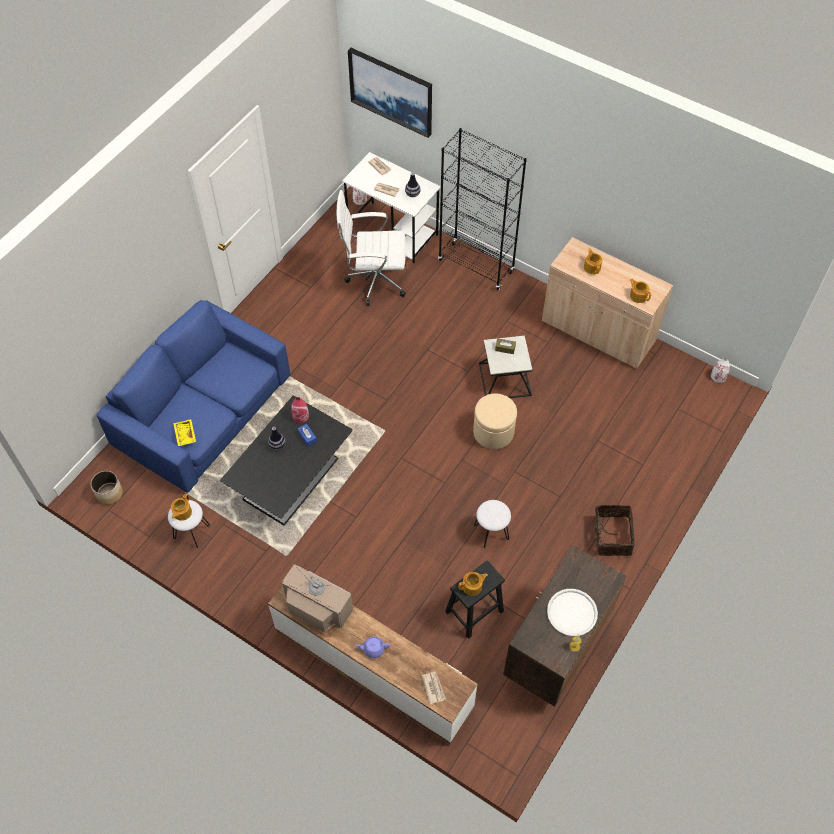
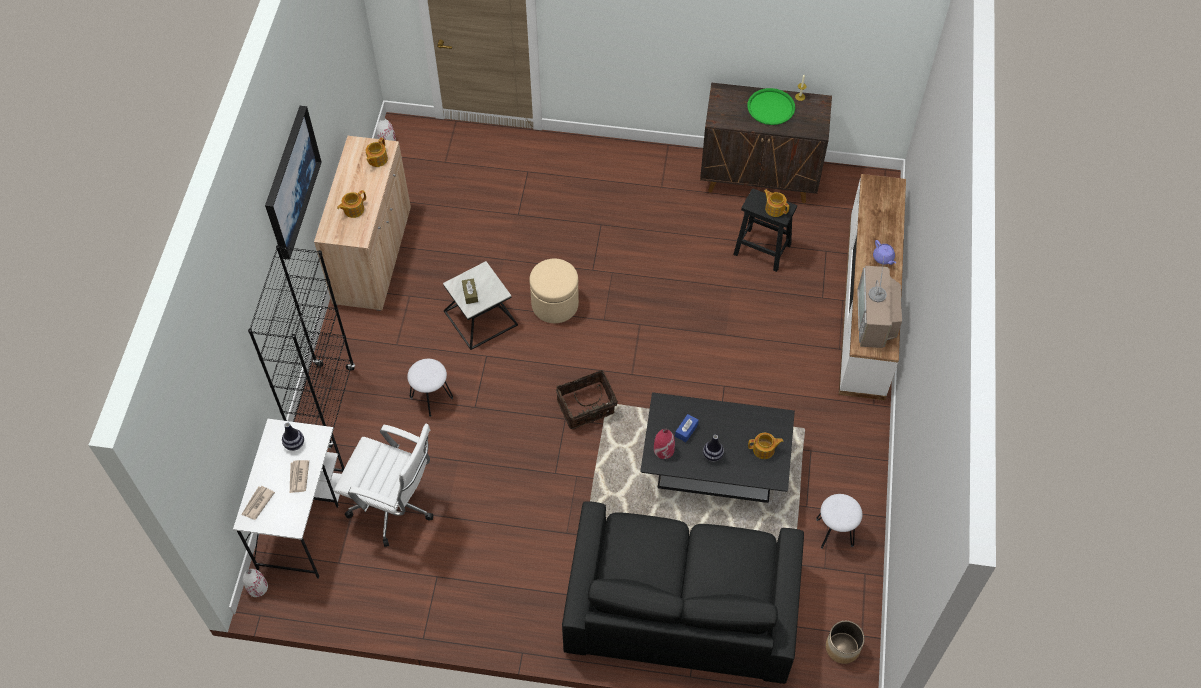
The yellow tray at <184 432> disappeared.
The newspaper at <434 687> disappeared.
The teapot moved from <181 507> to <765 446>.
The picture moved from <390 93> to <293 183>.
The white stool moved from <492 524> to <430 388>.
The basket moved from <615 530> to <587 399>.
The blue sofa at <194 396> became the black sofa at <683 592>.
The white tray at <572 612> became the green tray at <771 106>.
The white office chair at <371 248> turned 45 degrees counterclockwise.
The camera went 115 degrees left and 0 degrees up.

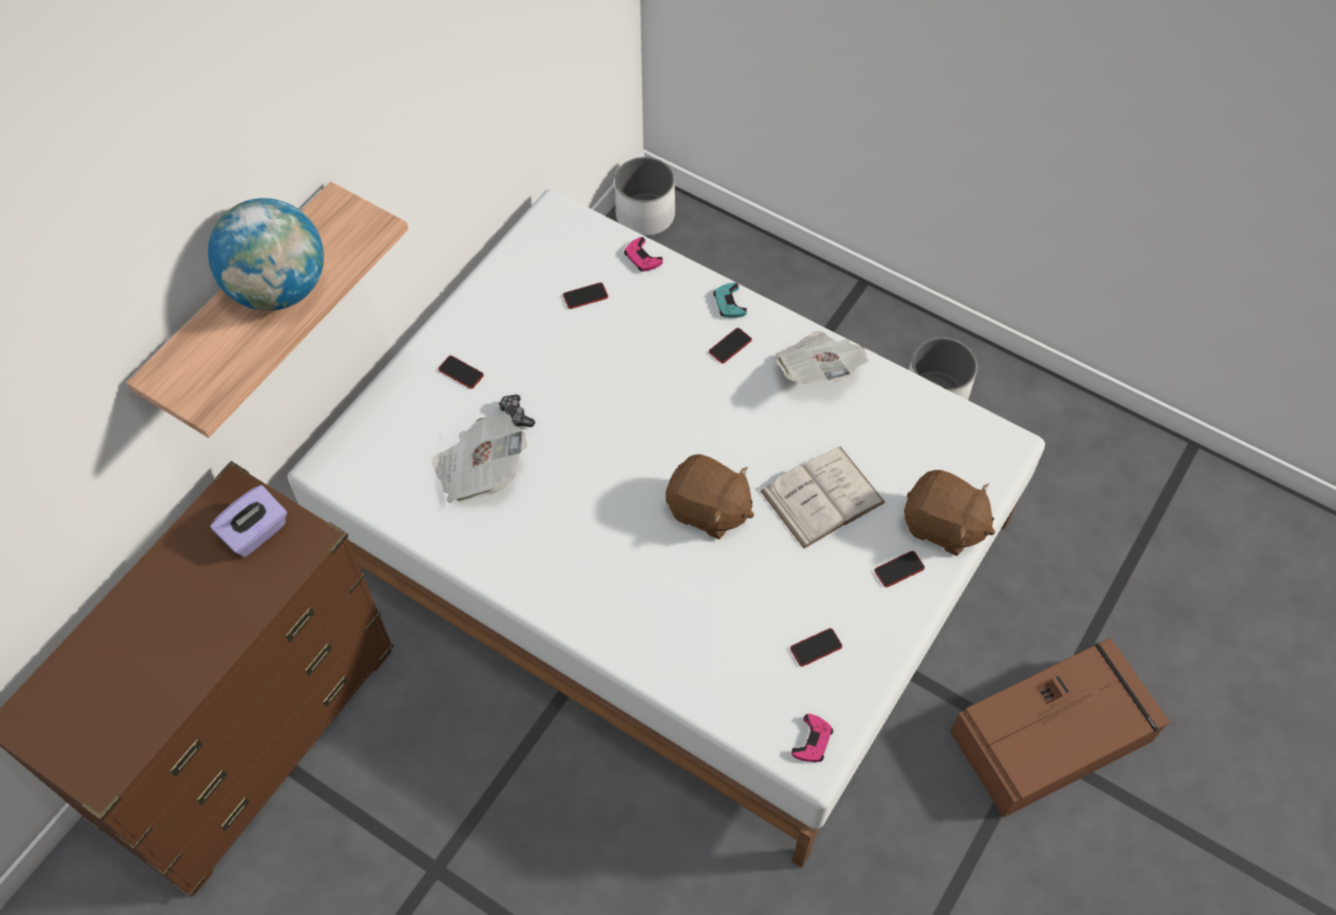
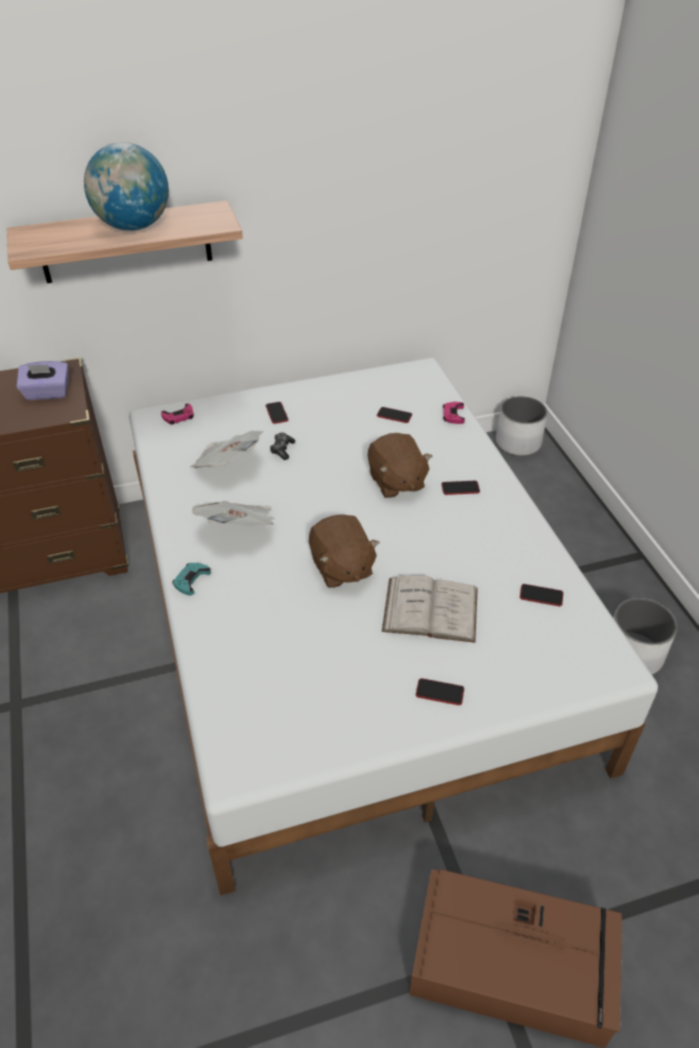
The turquoise game controller moved from <730 300> to <191 579>.
The newspaper moved from <822 357> to <233 514>.
The phone moved from <816 647> to <541 595>.
The pink game controller moved from <812 738> to <177 414>.
The brown plush toy moved from <949 513> to <400 465>.
The camera went 40 degrees right and 15 degrees down.

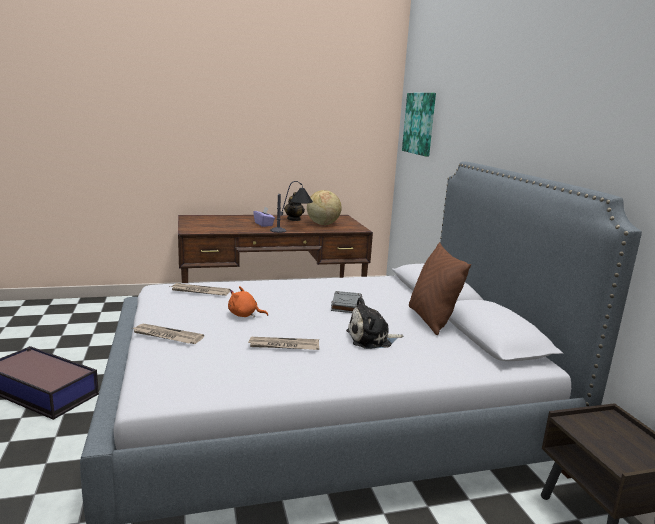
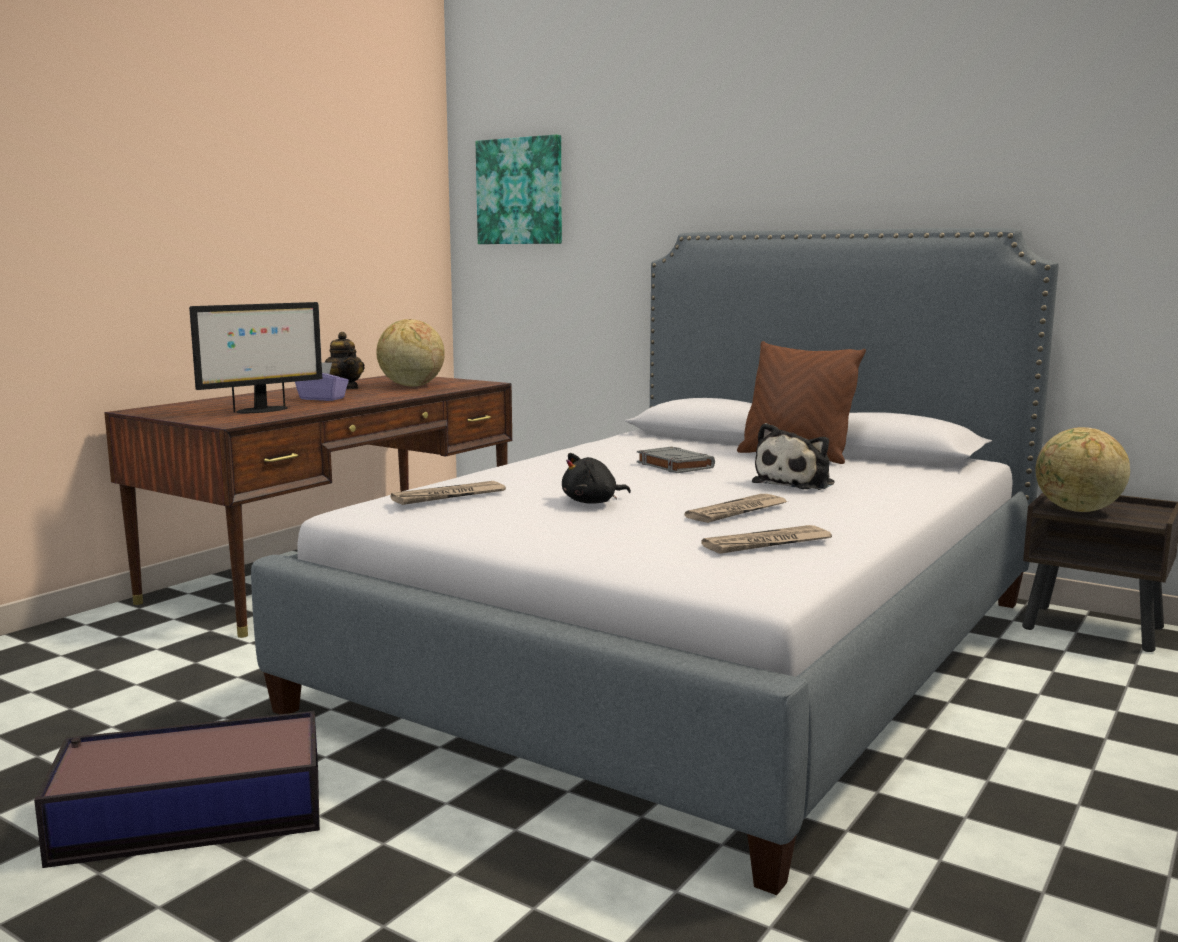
The table lamp at <291 207> disappeared.
The monitor at <255 357> appeared.
The globe at <1082 469> appeared.
The newspaper moved from <168 334> to <766 539>.
The orange plush toy at <248 301> became the black plush toy at <596 478>.
The camera went 40 degrees left and 5 degrees down.

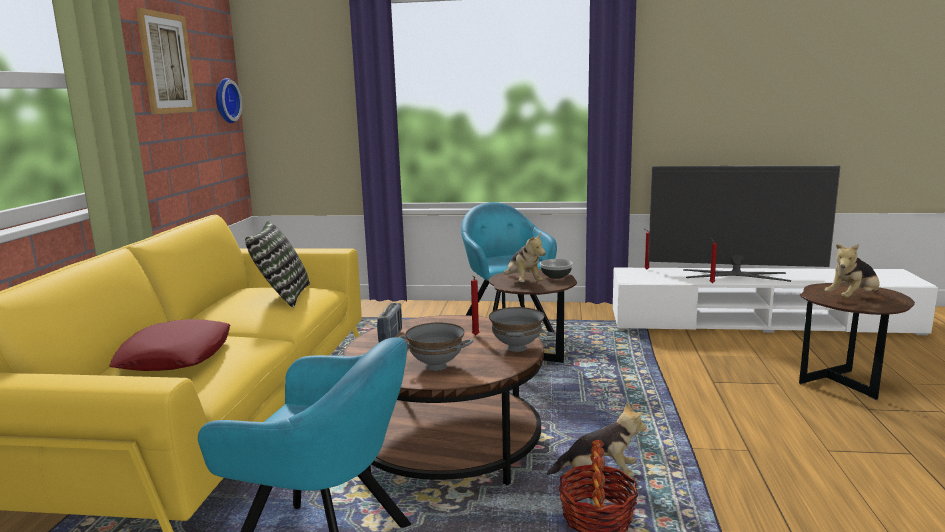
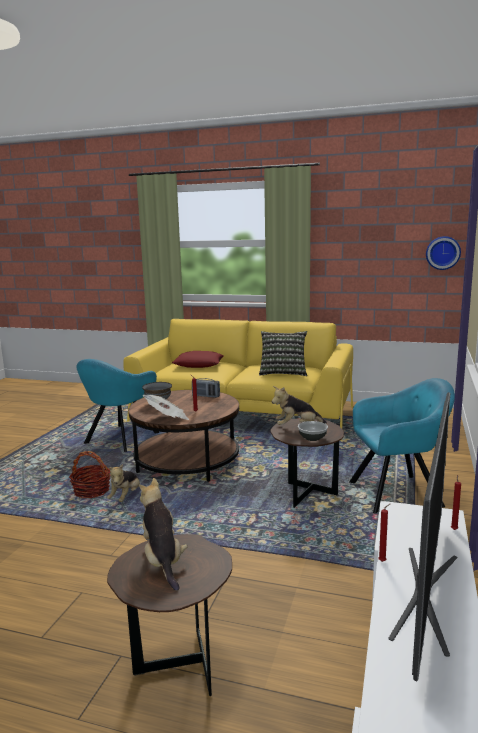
The picture at <166 61> disappeared.
The grey bowl at <516 329> was replaced by the newspaper at <166 407>.
The camera went 100 degrees right and 0 degrees up.

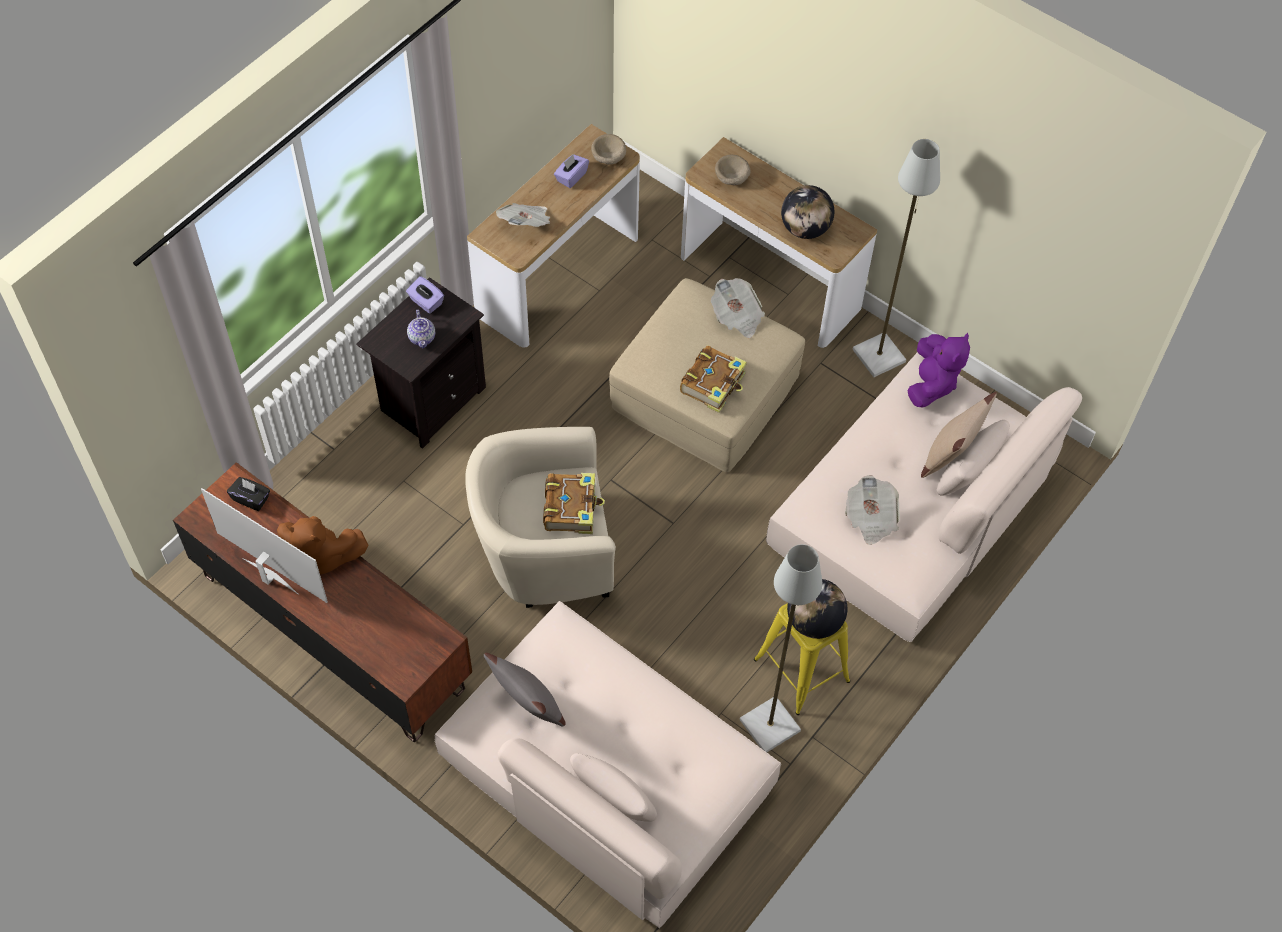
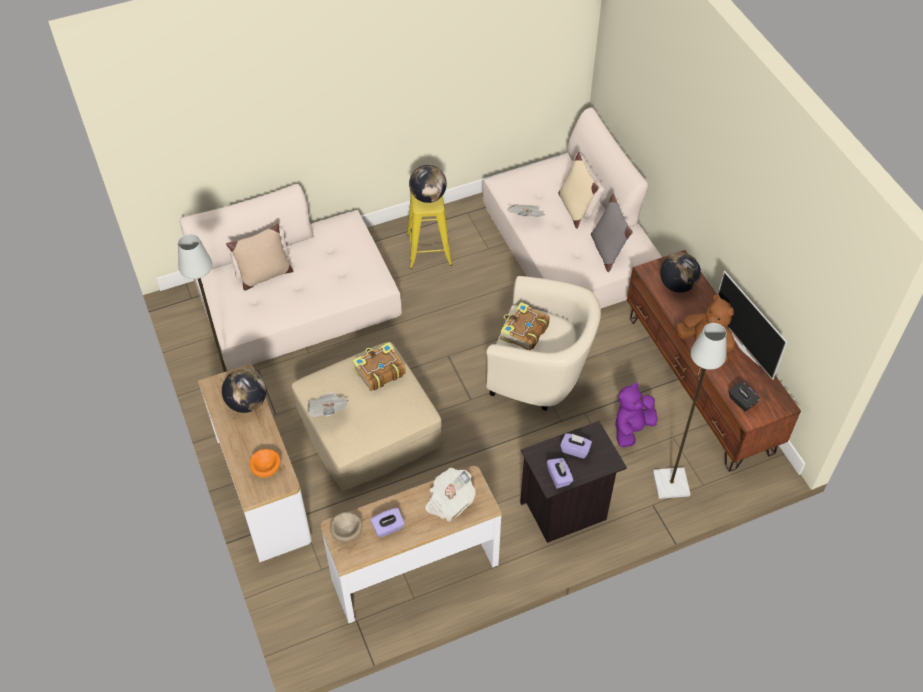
The beige pillow at <578 190> appeared.
The globe at <680 273> appeared.
The grey floor lamp moved from <781 648> to <690 411>.
The newspaper moved from <872 510> to <526 210>.
The purple plush toy moved from <938 370> to <636 415>.
The teapot at <421 329> was replaced by the purple tissue box at <576 446>.
The beige bowl at <733 170> became the orange bowl at <265 463>.
The camera went 150 degrees left and 5 degrees down.

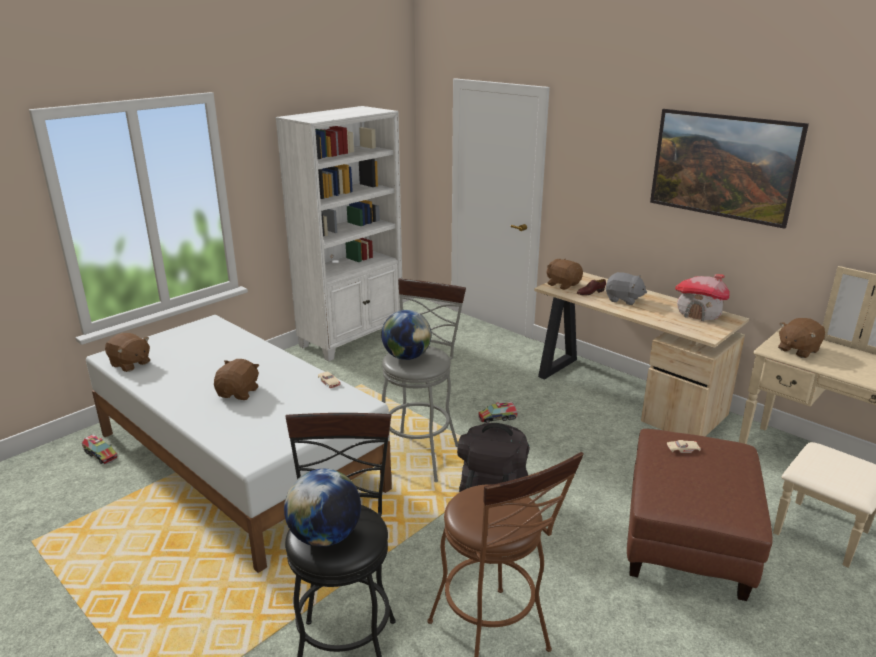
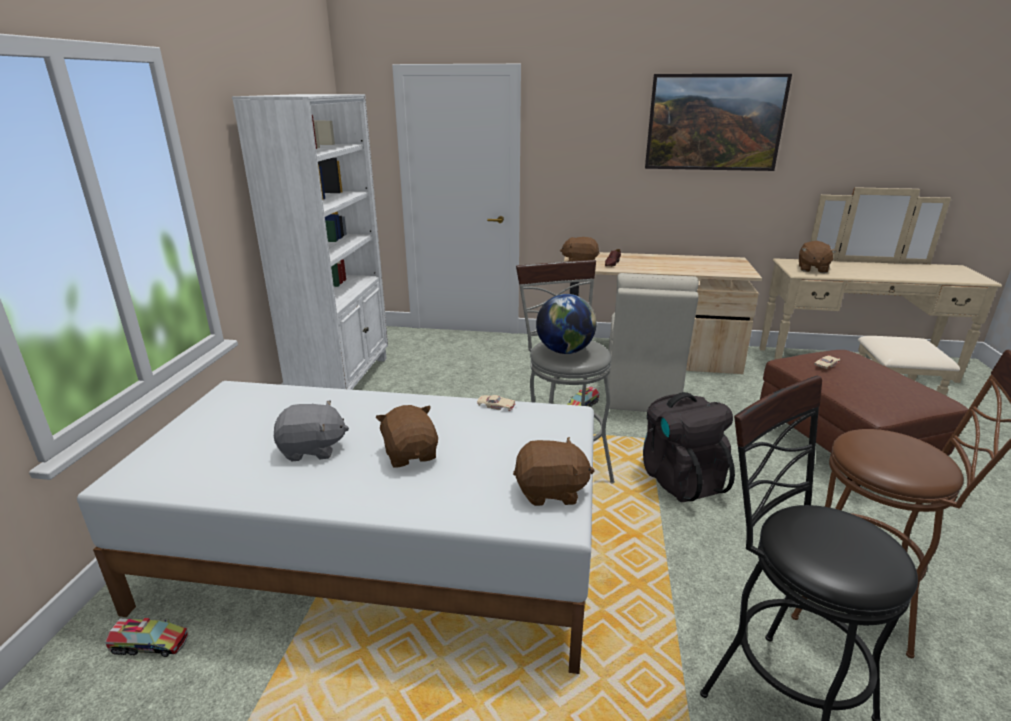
The globe at <322 508> disappeared.
The toy house at <702 297> disappeared.
The beige chair at <653 342> appeared.
The brown plush toy moved from <127 352> to <554 471>.
The grey plush toy moved from <626 288> to <311 430>.
The camera went 35 degrees left and 0 degrees up.

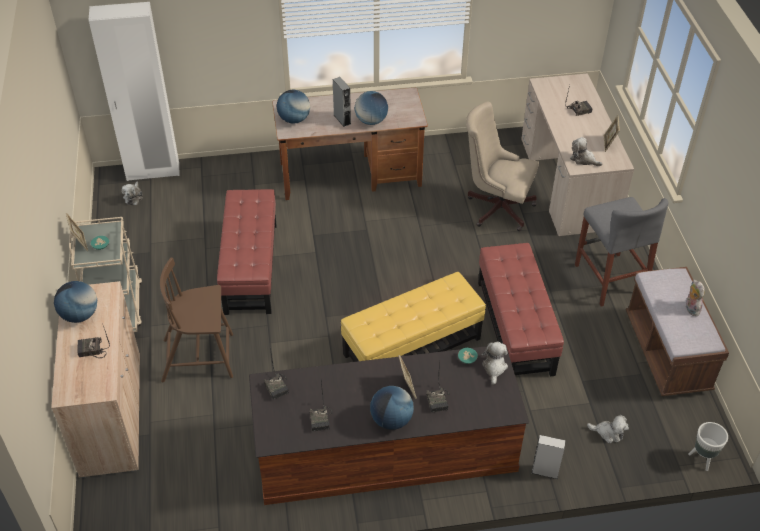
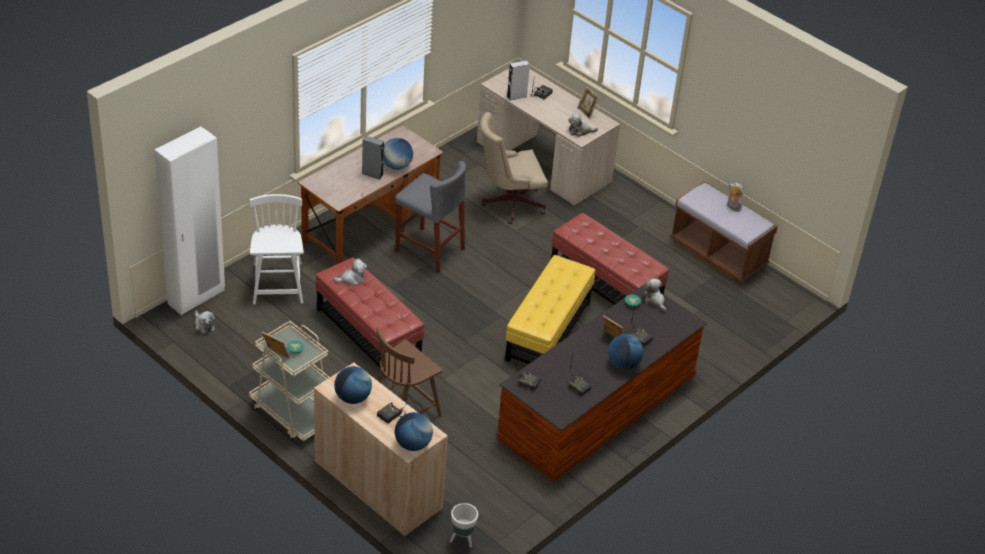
The white chair at <276 249> appeared.
The globe moved from <293 107> to <413 431>.
The grey speaker moved from <548 457> to <518 80>.
The grey stool moved from <622 252> to <430 217>.
The plush toy moved from <608 429> to <350 272>.
The white planter moved from <708 446> to <464 525>.
The camera went 40 degrees left and 5 degrees down.

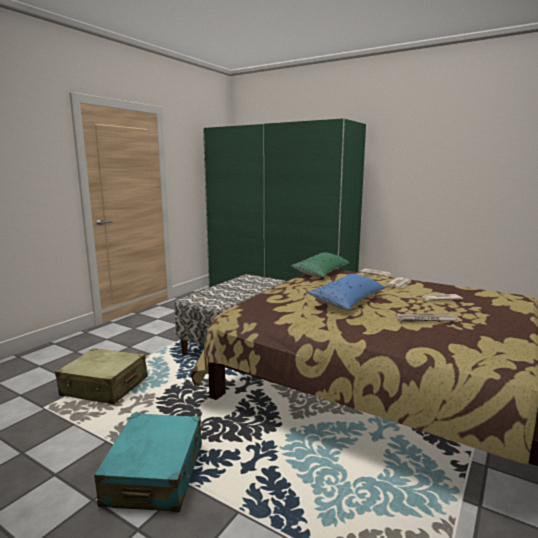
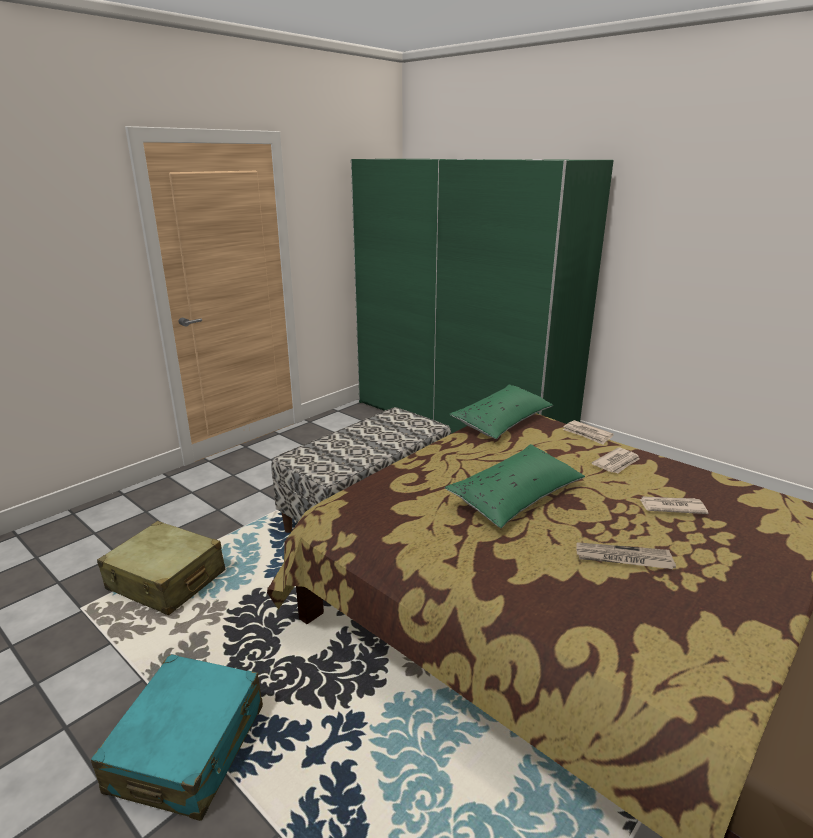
The blue pillow at <346 292> became the green pillow at <515 486>.
The camera went 10 degrees right and 10 degrees up.

